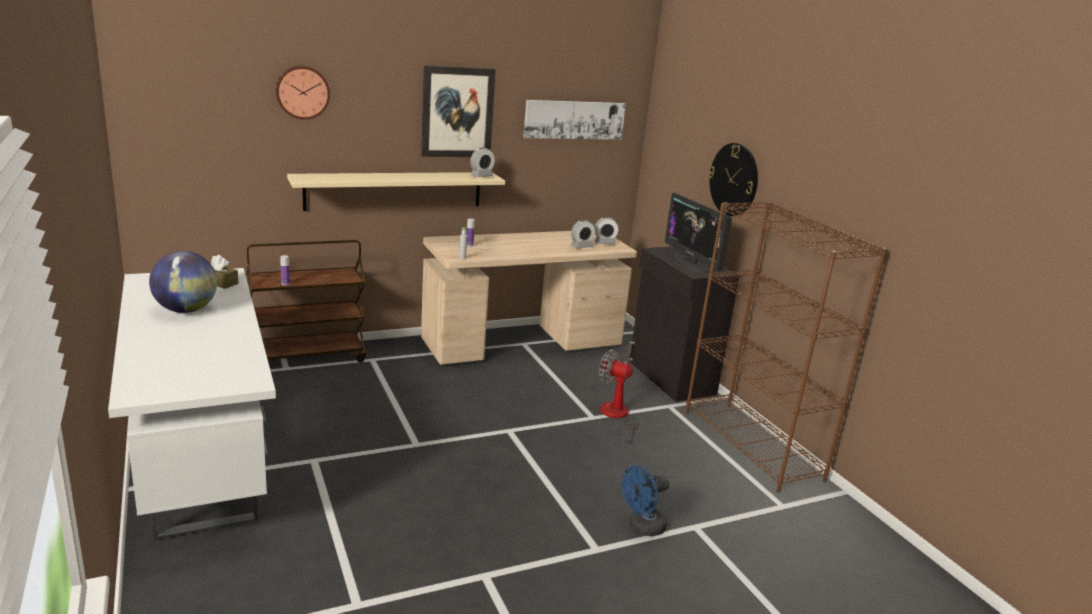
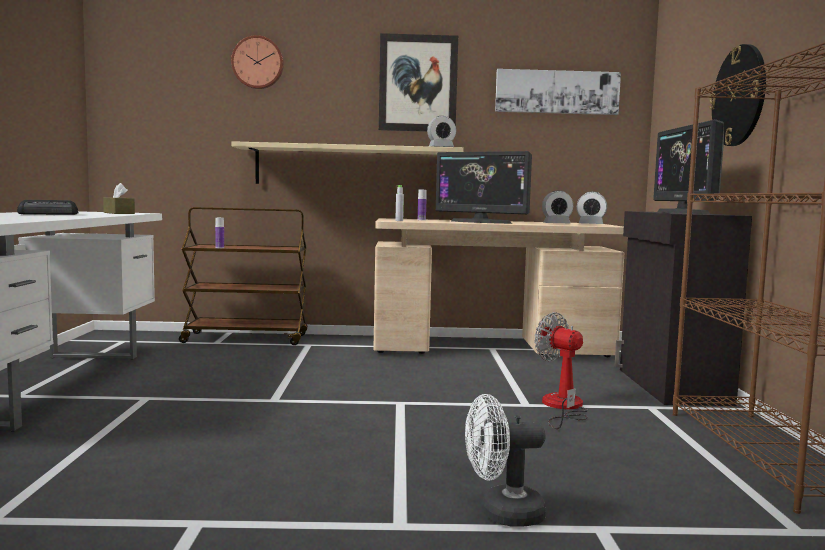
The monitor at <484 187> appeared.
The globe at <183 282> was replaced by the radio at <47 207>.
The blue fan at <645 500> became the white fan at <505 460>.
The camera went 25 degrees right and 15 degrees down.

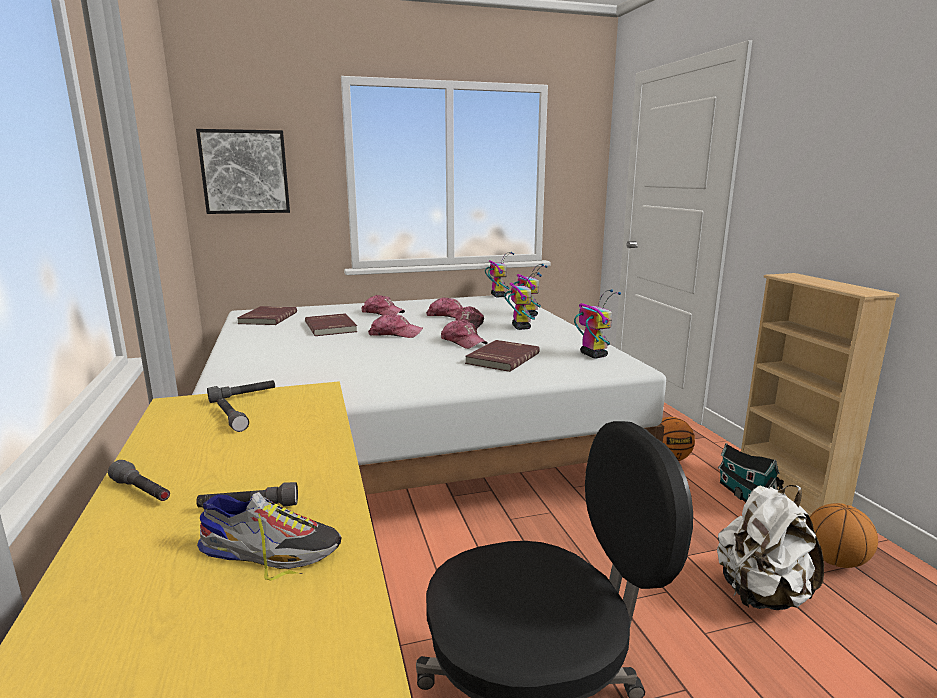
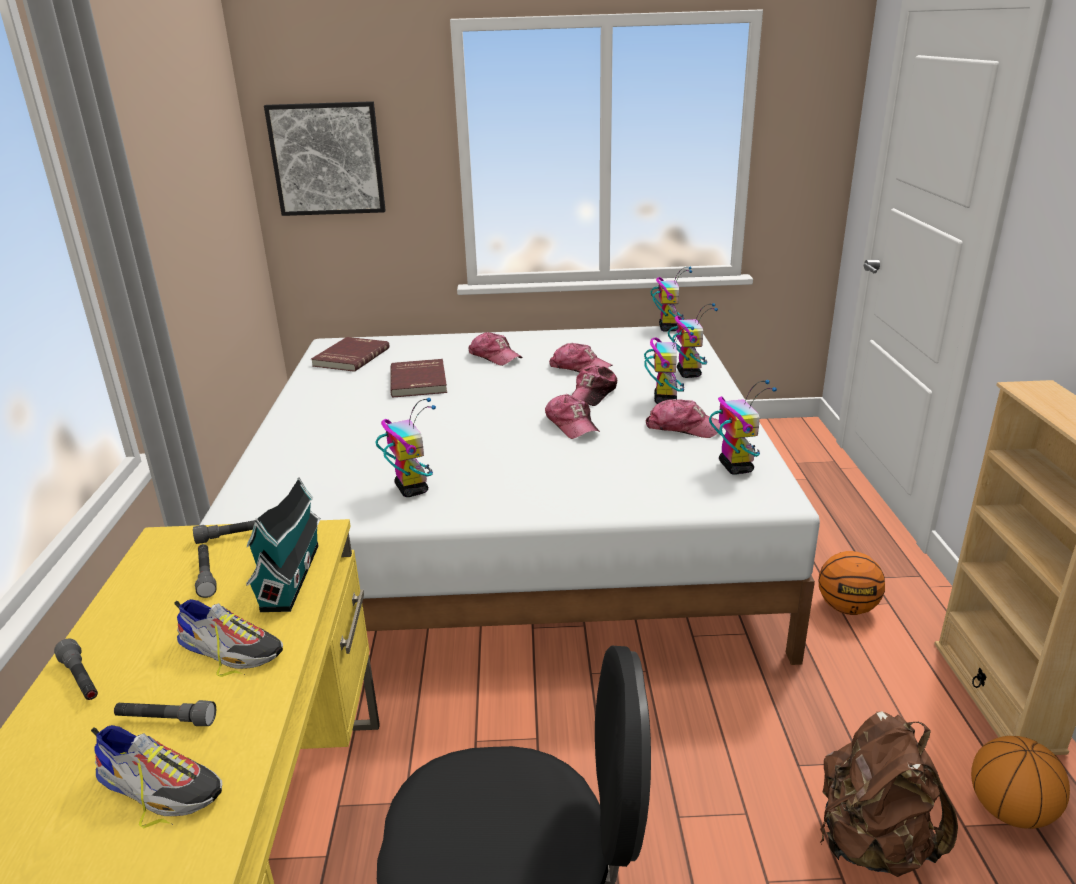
The red book at <502 356> disappeared.
The shoe at <228 638> appeared.
The toy robot at <405 447> appeared.
The cap moved from <395 326> to <684 418>.
The toy house moved from <749 472> to <283 544>.
The white backpack at <770 547> became the brown backpack at <889 794>.
The camera went 15 degrees right and 10 degrees up.

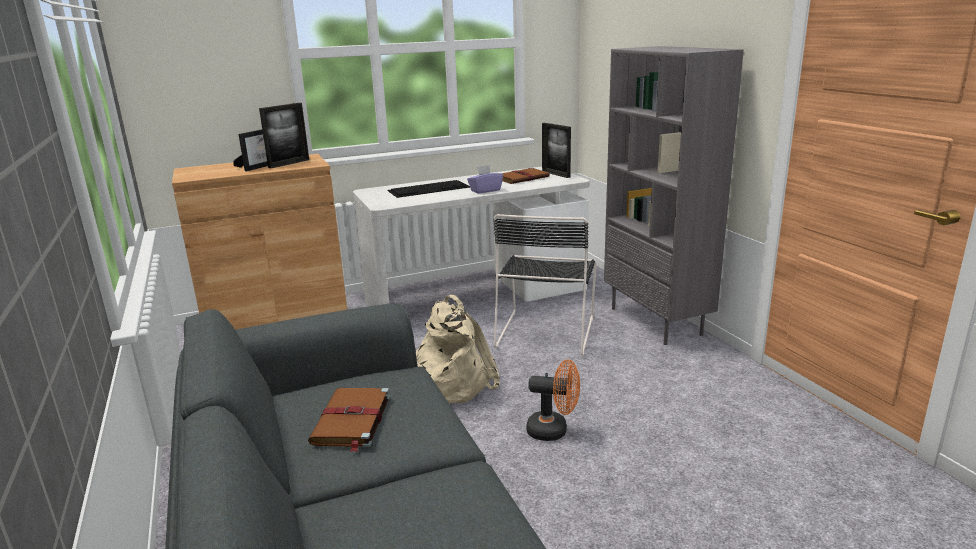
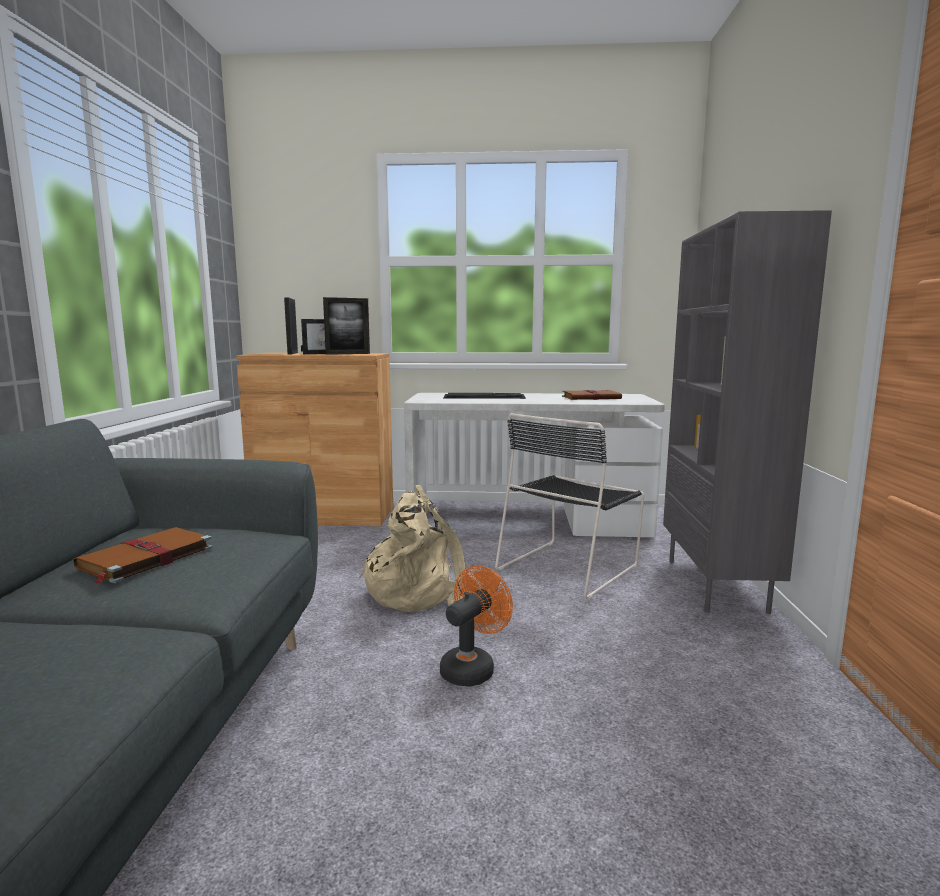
The purple tissue box at <485 179> disappeared.
The picture frame moved from <556 150> to <291 326>.
The orange fan at <553 400> turned 90 degrees counterclockwise.
The camera went 25 degrees right and 10 degrees down.

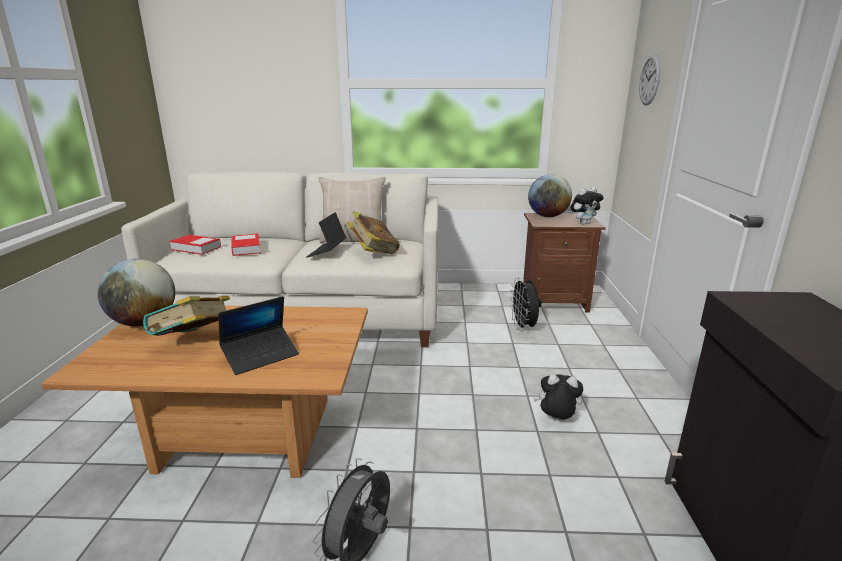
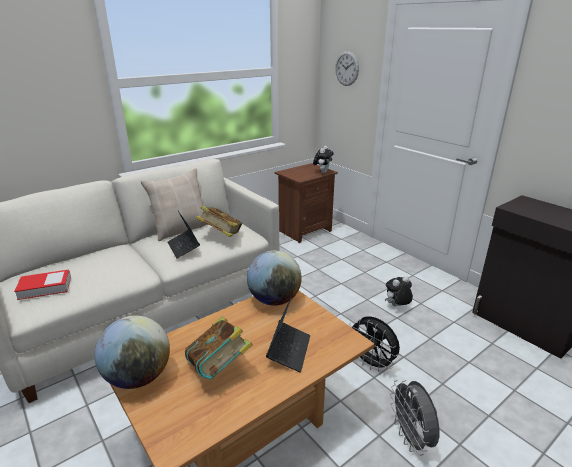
The book at <246 244> disappeared.
The black fan moved from <526 304> to <374 344>.
The globe moved from <550 195> to <274 278>.
The camera went 40 degrees left and 5 degrees up.

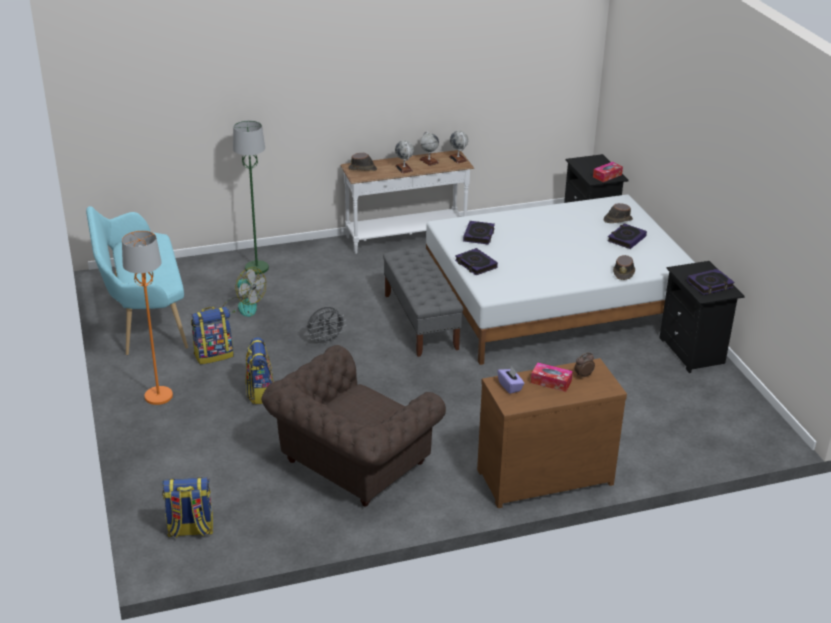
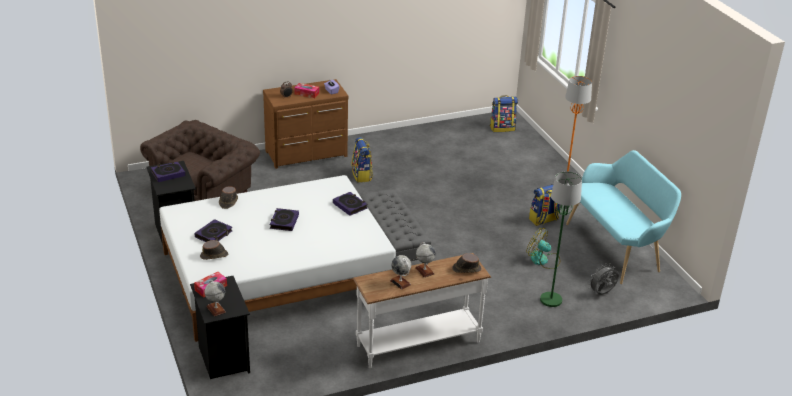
The backpack moved from <259 370> to <362 160>.
The brown armchair moved from <353 425> to <200 160>.
The grey fan moved from <326 326> to <603 279>.
The globe moved from <458 147> to <215 298>.
The book moved from <479 233> to <284 219>.
The camera went 175 degrees right and 0 degrees up.

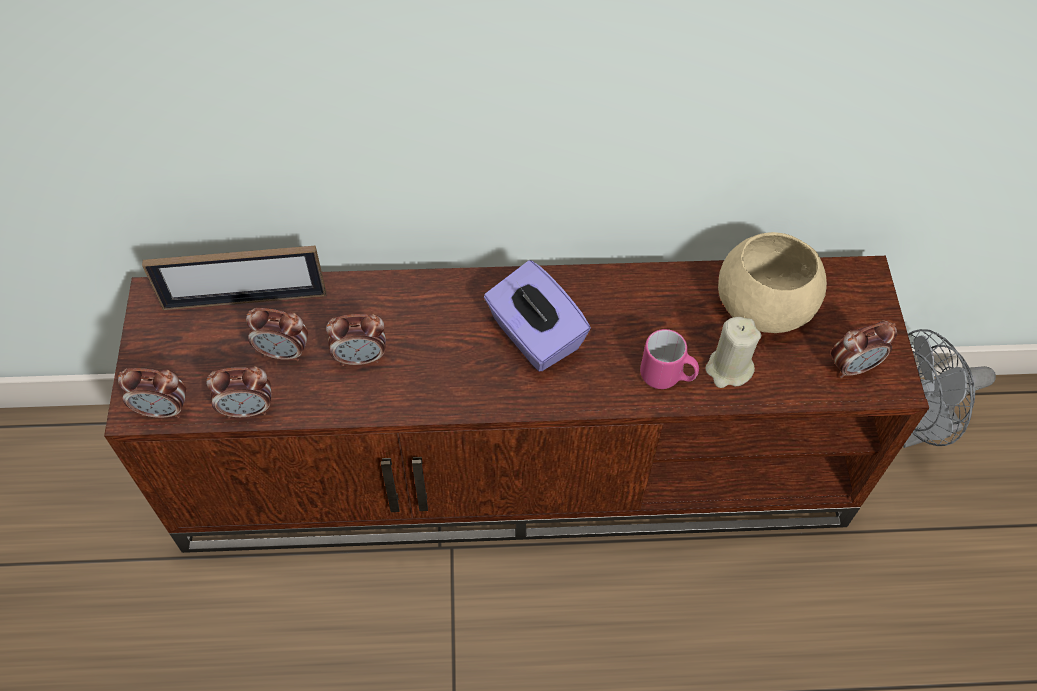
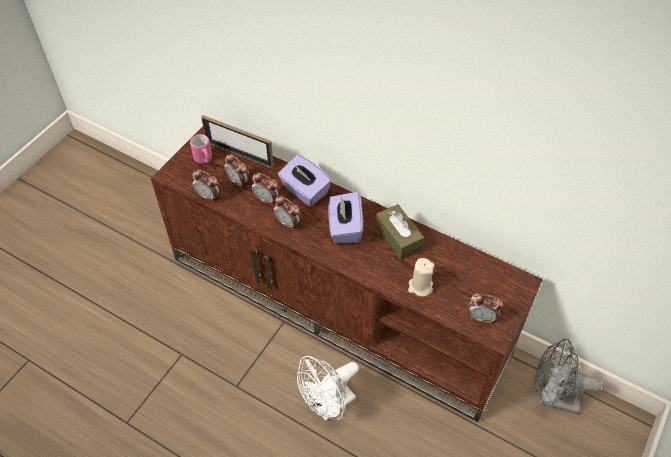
The beige bowl at <772 282> disappeared.
The purple tissue box at <305 181> appeared.
The white fan at <328 388> appeared.
The brown tissue box at <399 232> appeared.
The alarm clock moved from <152 393> to <287 213>.
The pink mug moved from <669 359> to <201 149>.
The camera went 35 degrees right and 5 degrees down.

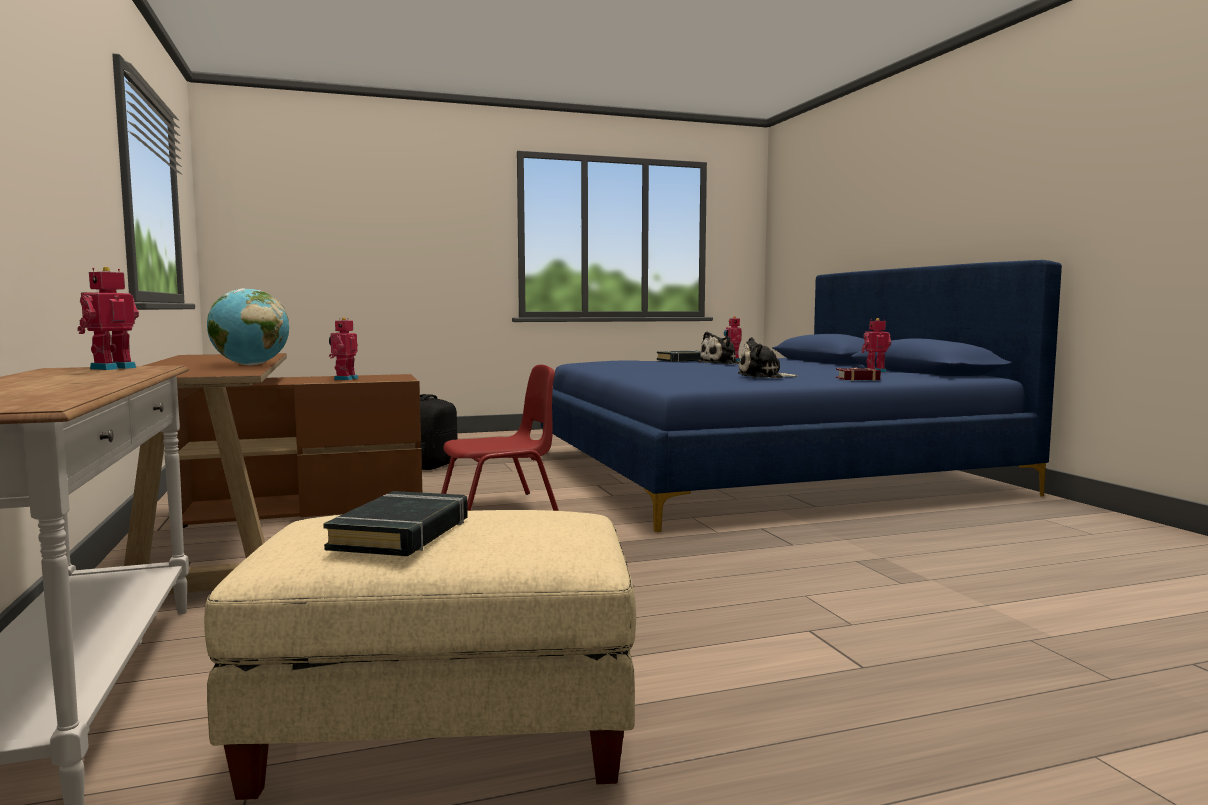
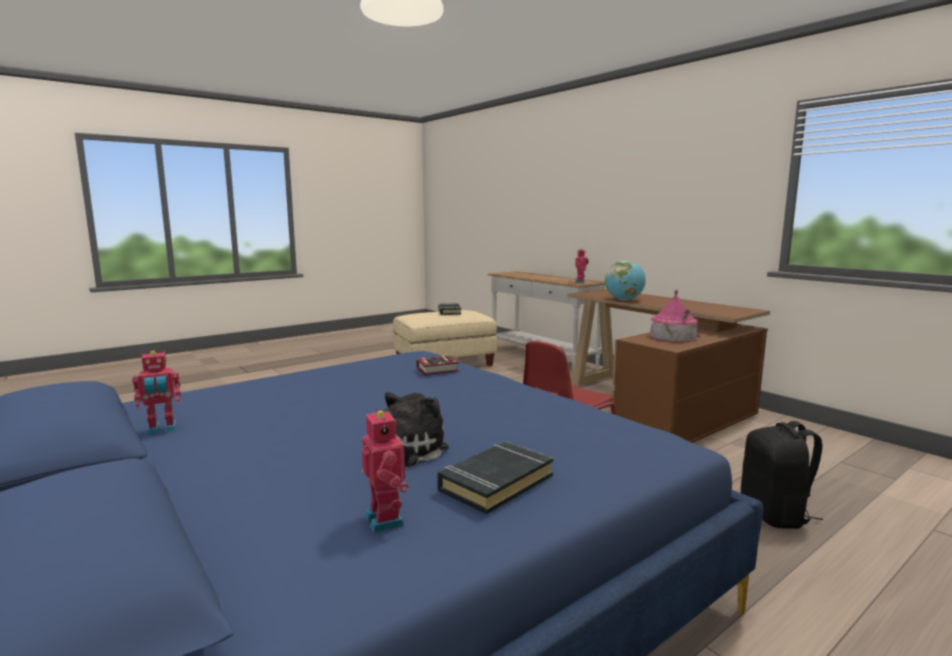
The plush toy at <768 357> disappeared.
The book moved from <858 374> to <438 365>.
The toy robot at <343 348> was replaced by the toy house at <674 316>.
The camera went 160 degrees right and 5 degrees up.

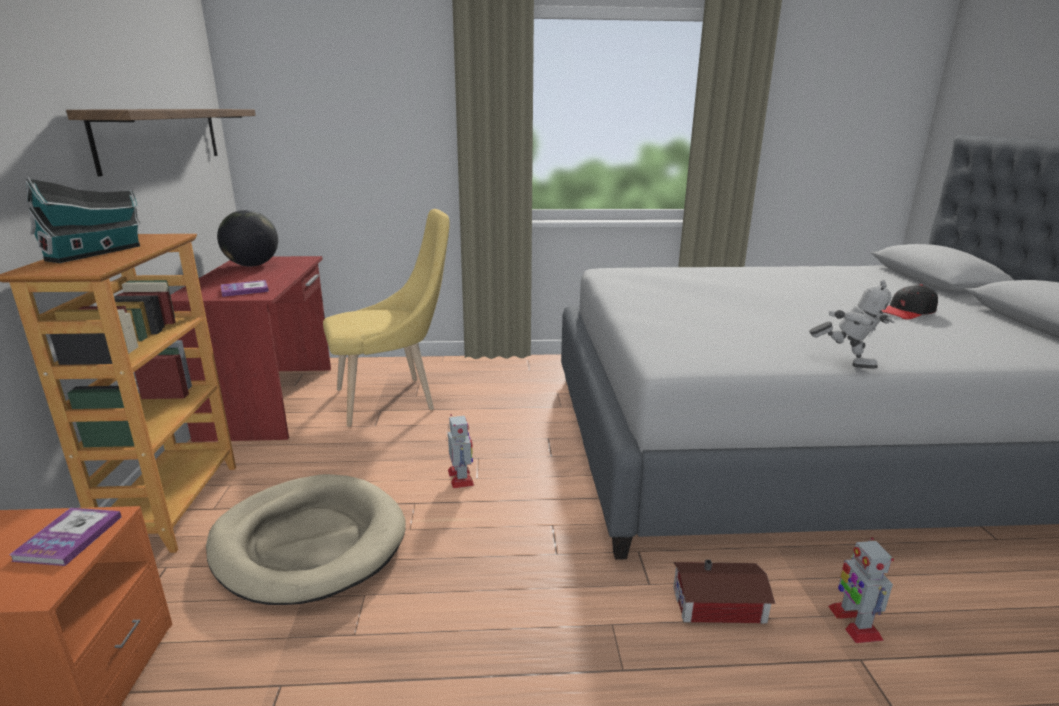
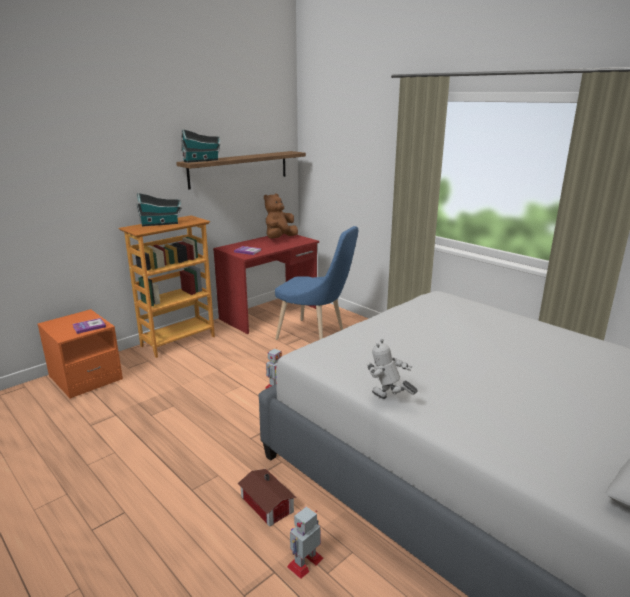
The beige dog bed at <306 539> disappeared.
The black cap at <909 302> disappeared.
The toy house at <200 146> appeared.
The globe at <247 238> was replaced by the brown plush toy at <281 216>.
The yellow chair at <386 318> became the blue chair at <316 283>.
The toy robot at <851 324> turned 135 degrees clockwise.
The camera went 50 degrees right and 0 degrees up.

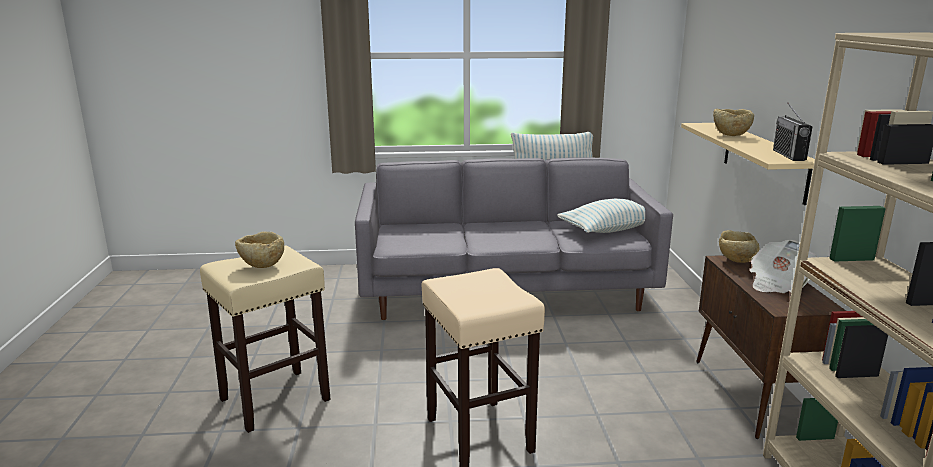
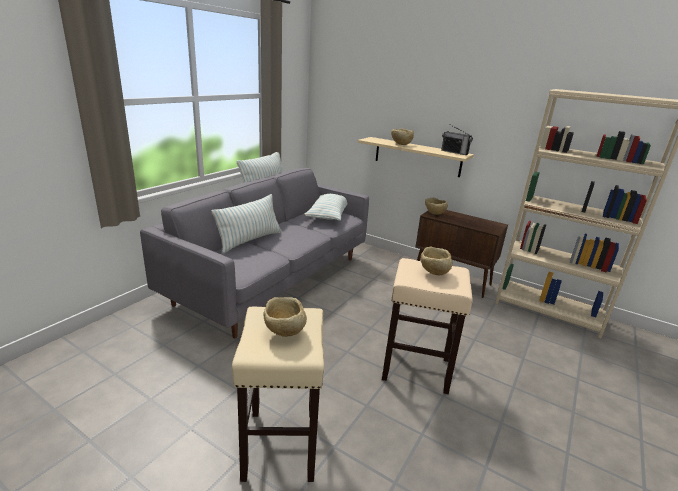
The newspaper at <783 266> disappeared.
The pillow at <246 223> appeared.
The beige bowl at <437 261> appeared.
The camera went 55 degrees left and 5 degrees up.

